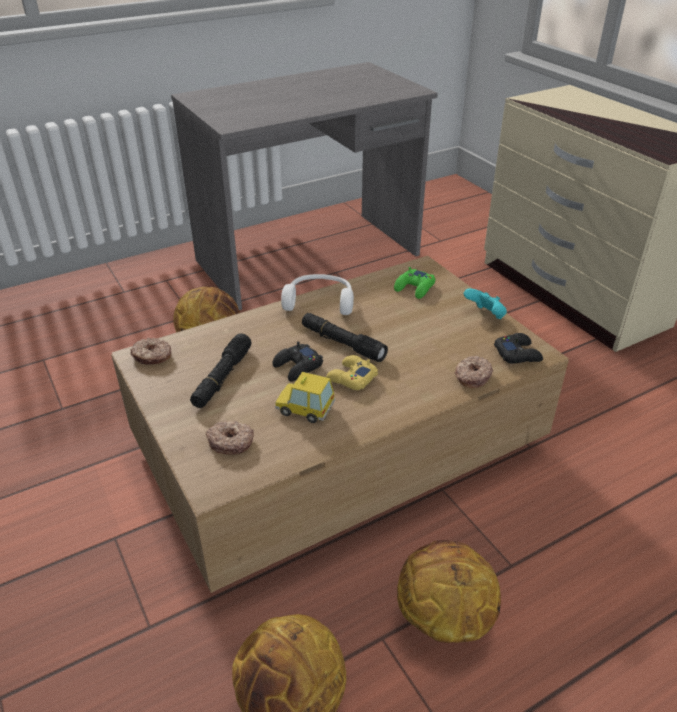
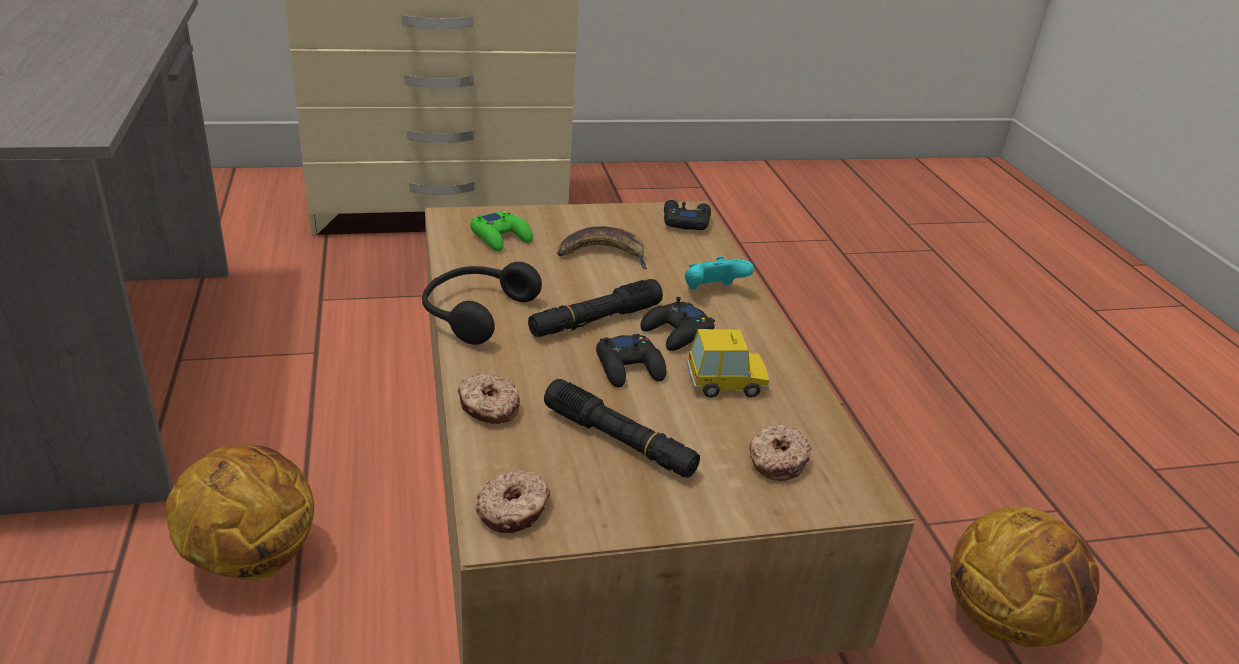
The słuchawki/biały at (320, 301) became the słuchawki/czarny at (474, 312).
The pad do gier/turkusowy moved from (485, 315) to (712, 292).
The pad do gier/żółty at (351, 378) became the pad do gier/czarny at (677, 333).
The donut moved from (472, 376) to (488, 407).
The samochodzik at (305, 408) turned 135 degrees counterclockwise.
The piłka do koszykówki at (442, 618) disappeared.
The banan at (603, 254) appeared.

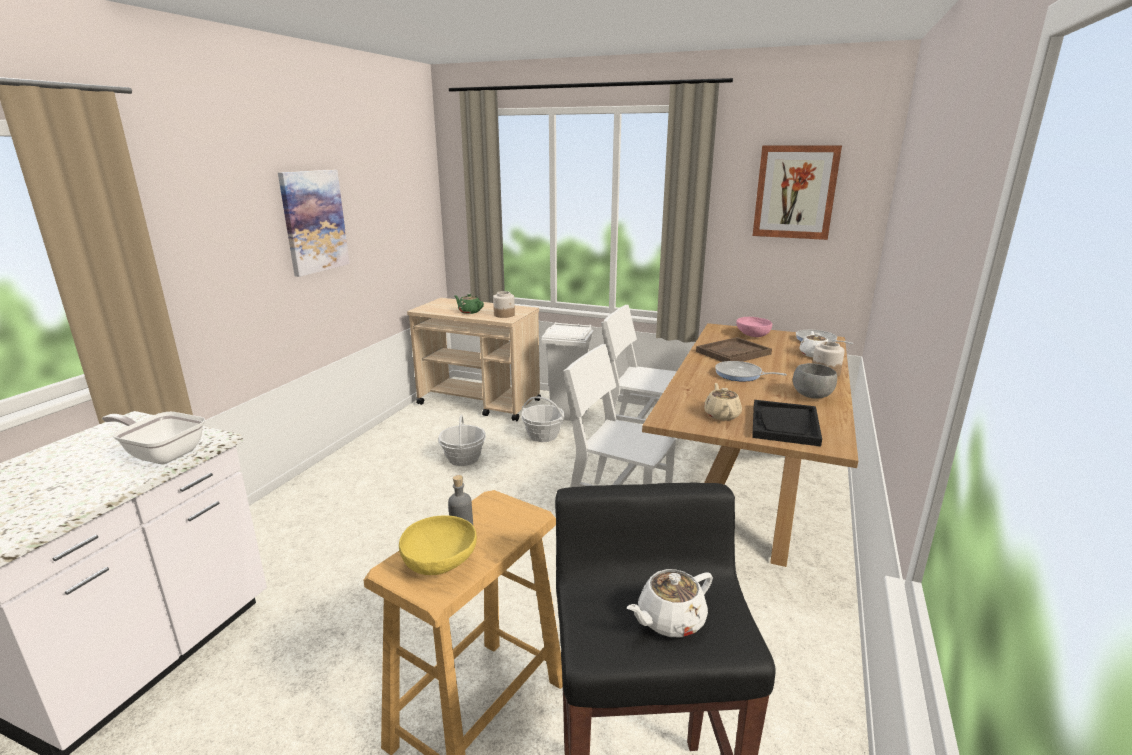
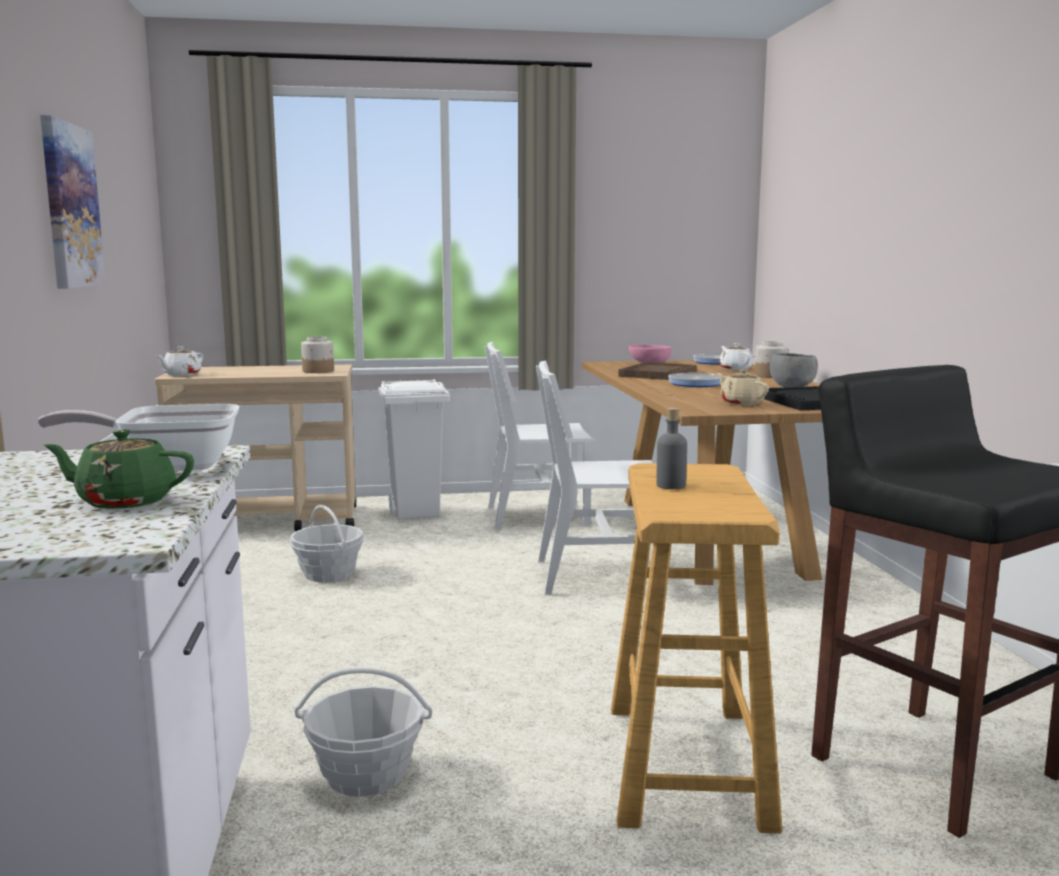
The obraz at (795, 192) disappeared.
The imbryk/zielony moved from (469, 311) to (124, 501).
The koszyk moved from (543, 435) to (366, 774).
The miska/żółty at (440, 564) disappeared.
The imbryk/biały moved from (669, 620) to (181, 375).

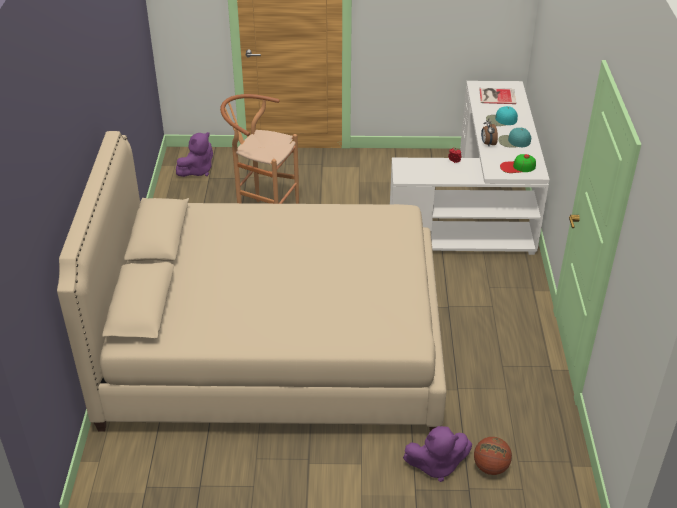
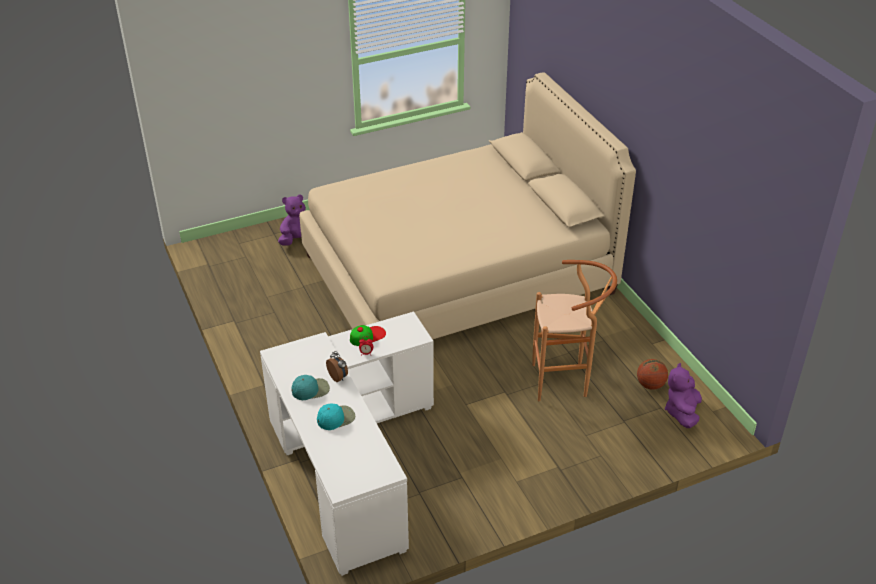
The książka at (496, 96) disappeared.
The czapka z daszkiem moved from (517, 167) to (367, 336).
The piłka do koszykówki moved from (490, 467) to (650, 385).

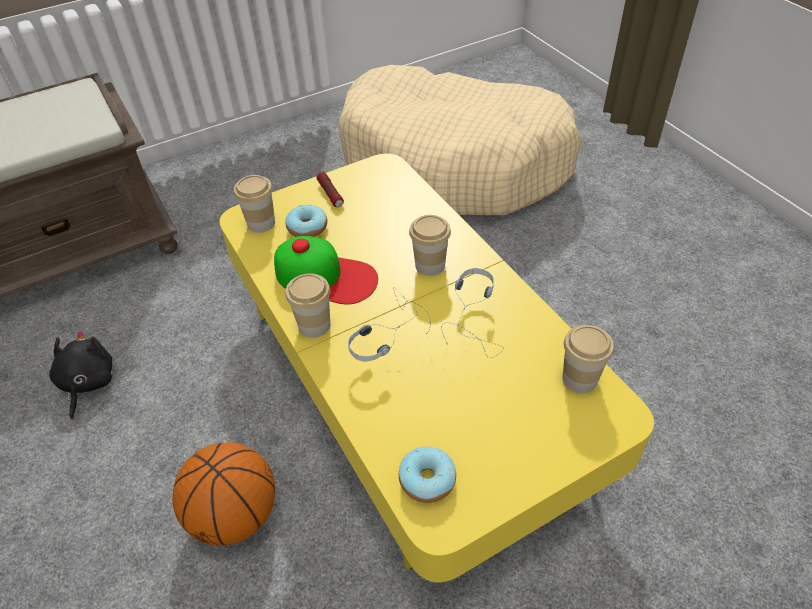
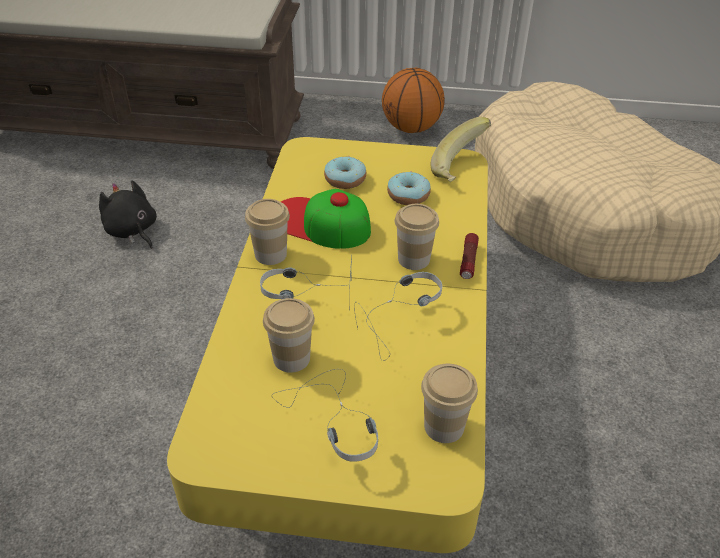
The latarka moved from (330, 194) to (468, 261).
The filiżanka moved from (261, 223) to (291, 358).
The czapka z daszkiem at (326, 276) turned 150 degrees clockwise.
The pluszak/czarny at (87, 383) turned 75 degrees counterclockwise.
The piłka do koszykówki moved from (235, 515) to (411, 128).
The donut moved from (427, 480) to (408, 195).
The banan at (461, 169) appeared.
The słuchawki at (327, 440) appeared.

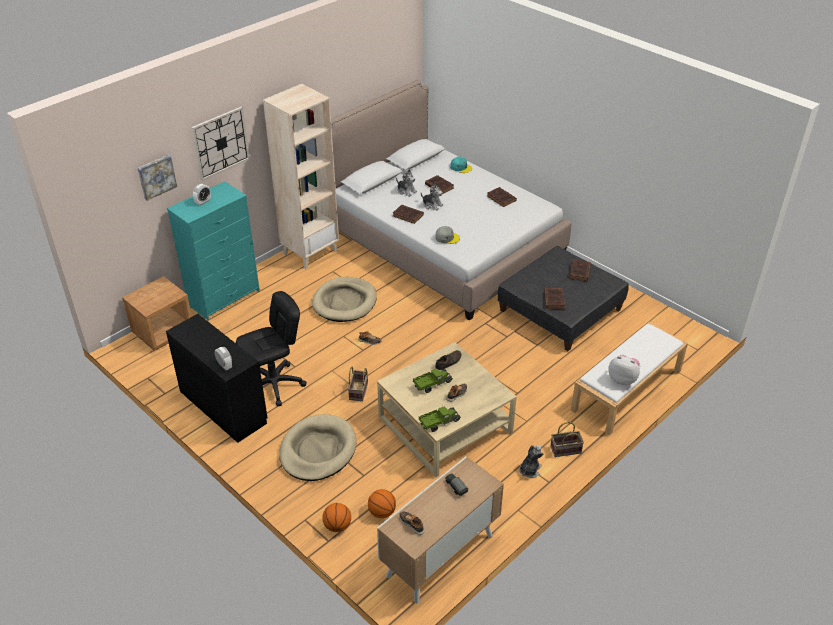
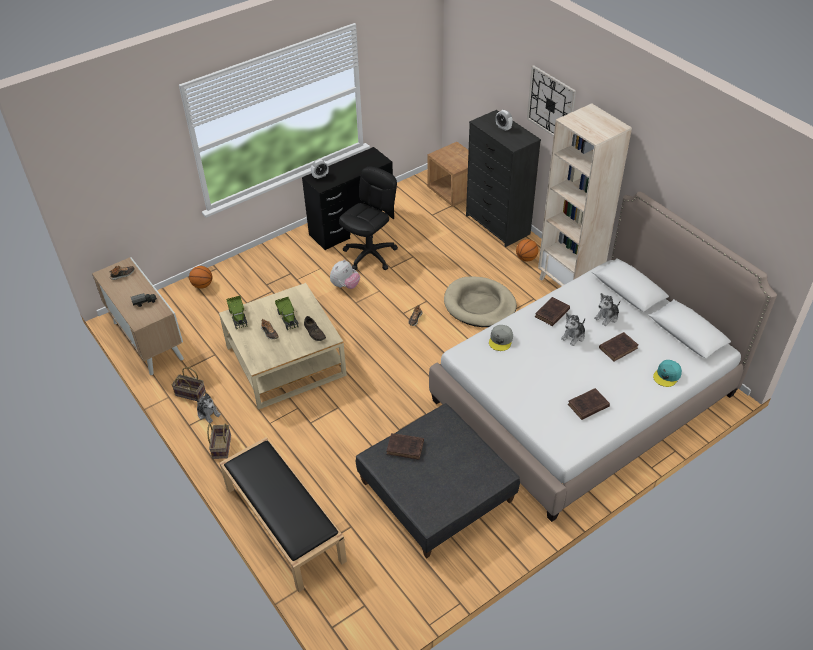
The obraz at (156, 176) disappeared.
The komoda/turkusowy at (224, 297) became the komoda/czarny at (498, 225).
The książka/brązowy at (579, 272) disappeared.
The krzesło biurowe/czarny at (274, 384) turned 120 degrees counterclockwise.
The ławka/biały at (626, 391) became the ławka/czarny at (283, 523).
The pluszak moved from (622, 379) to (345, 285).
The koszyk moved from (359, 392) to (189, 393).
The legowisko/beżowy at (318, 450) disappeared.
The piłka do koszykówki moved from (382, 512) to (526, 258).

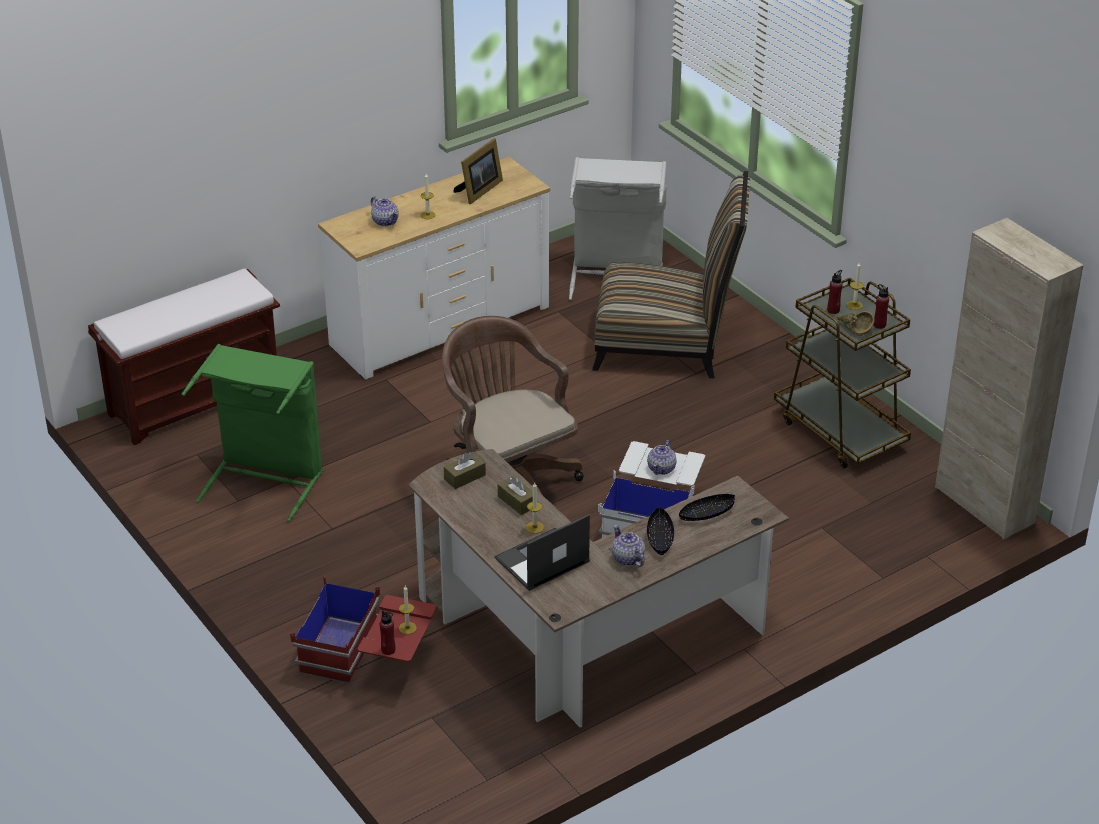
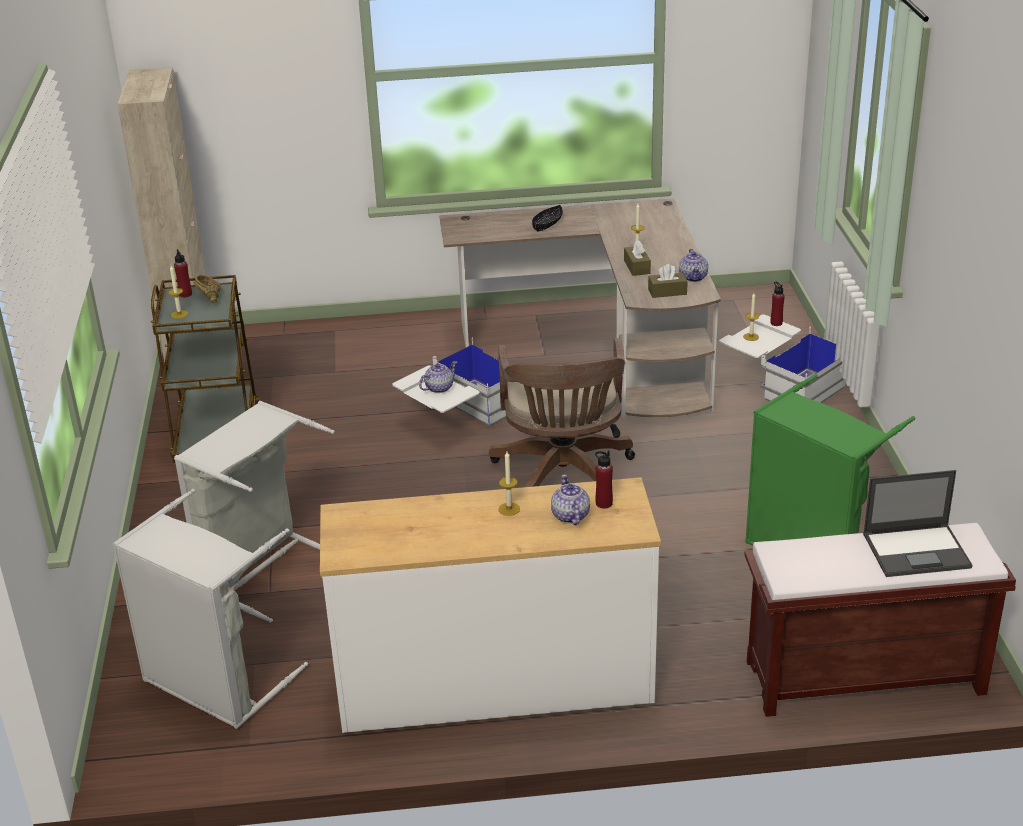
The ramka na zdjęcie at (478, 191) disappeared.
The krzesło at (667, 344) was replaced by the kosz na pranie/szary at (263, 570).
The butelka/czerwony moved from (833, 310) to (603, 503).
The miska/czarny at (706, 514) disappeared.
The laptop moved from (541, 560) to (917, 550).
The imbryk moved from (628, 559) to (693, 277).
The pojemnik do przechowywania/czerwony at (368, 657) became the pojemnik do przechowywania/biały at (781, 383).

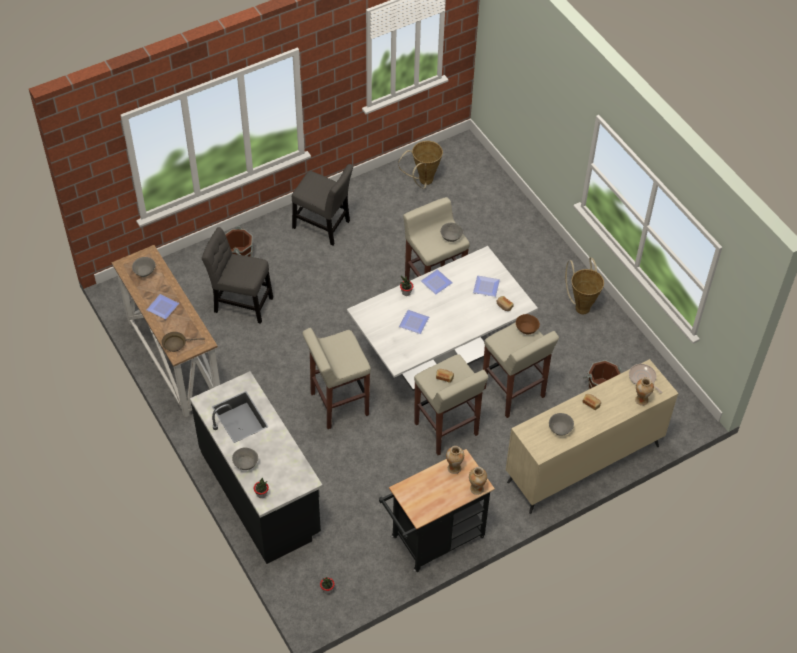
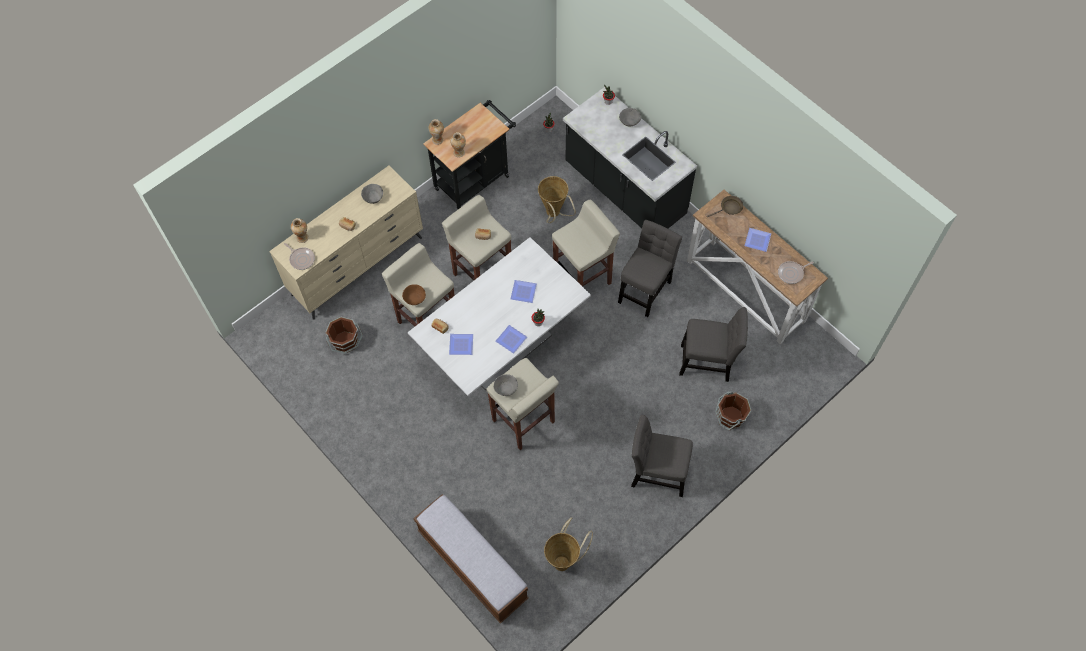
The miska/szary at (144, 272) was replaced by the patelnia at (791, 273).
The koszyk moved from (581, 305) to (554, 214).
The krzesło/szary at (645, 289) appeared.
The ławka at (472, 565) appeared.

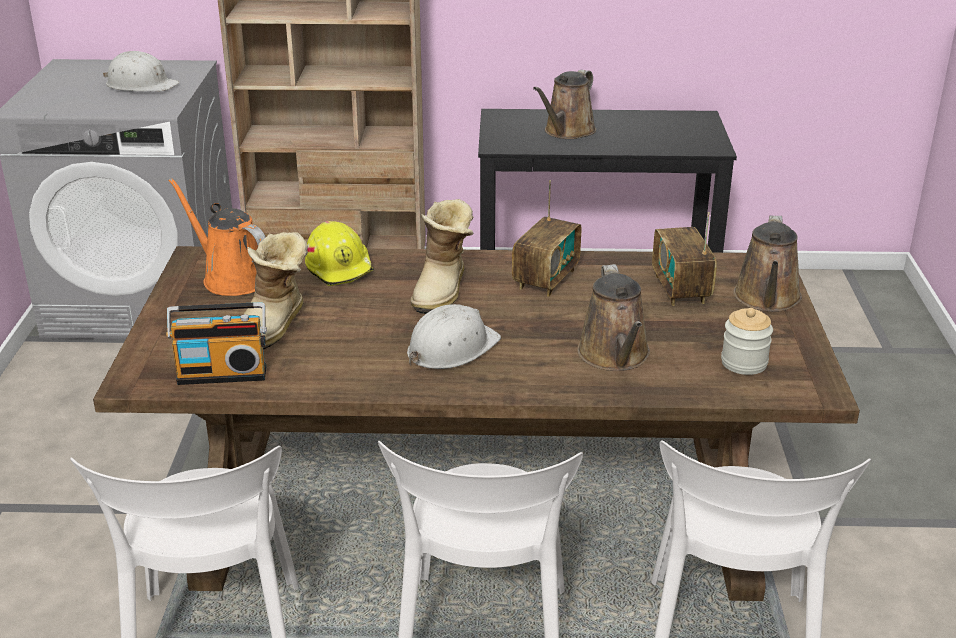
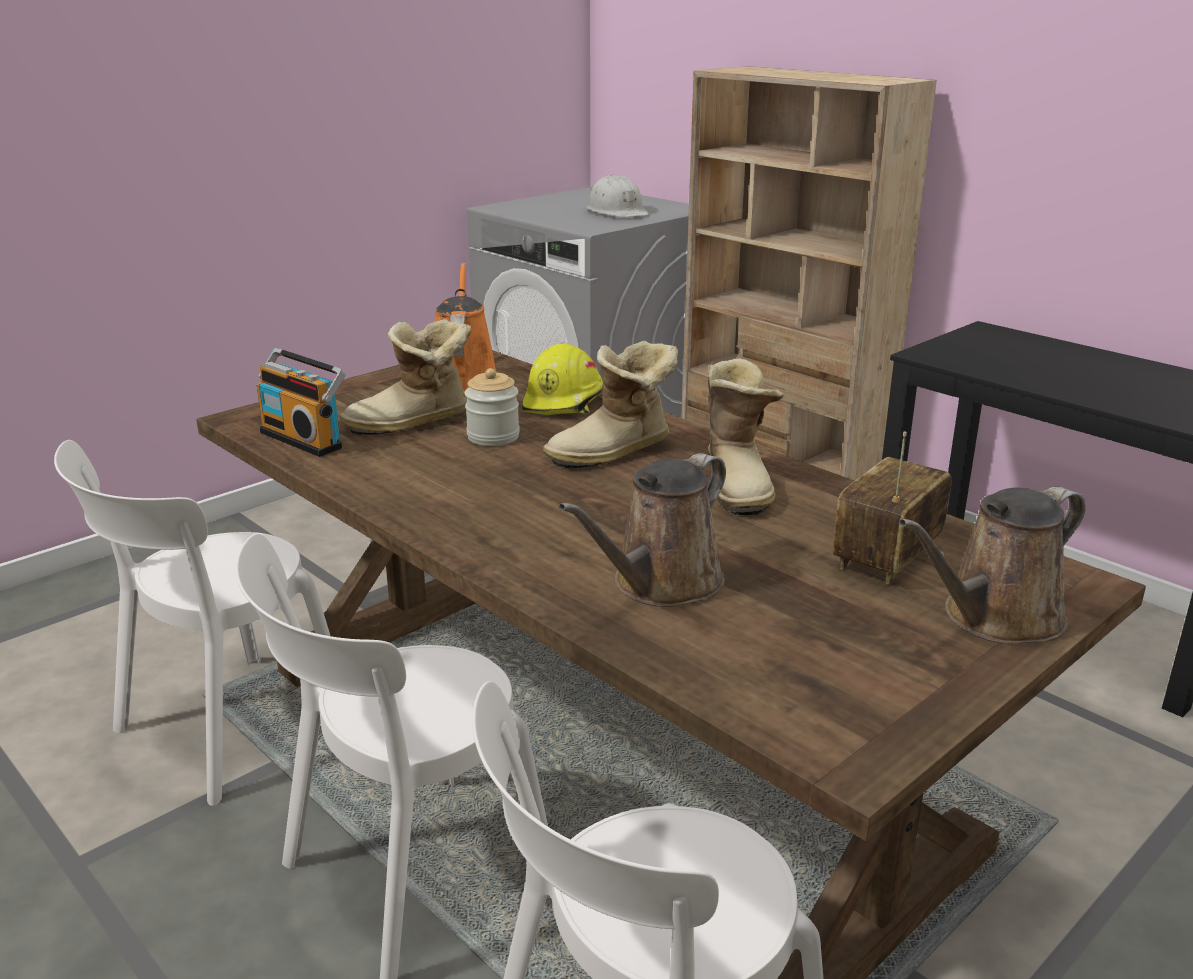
The konewka/brązowy at (567, 132) disappeared.
The radio at (546, 279) was replaced by the but z cholewką at (740, 484).
The kask/biały at (451, 348) disappeared.
The słoik moved from (744, 363) to (493, 436).

